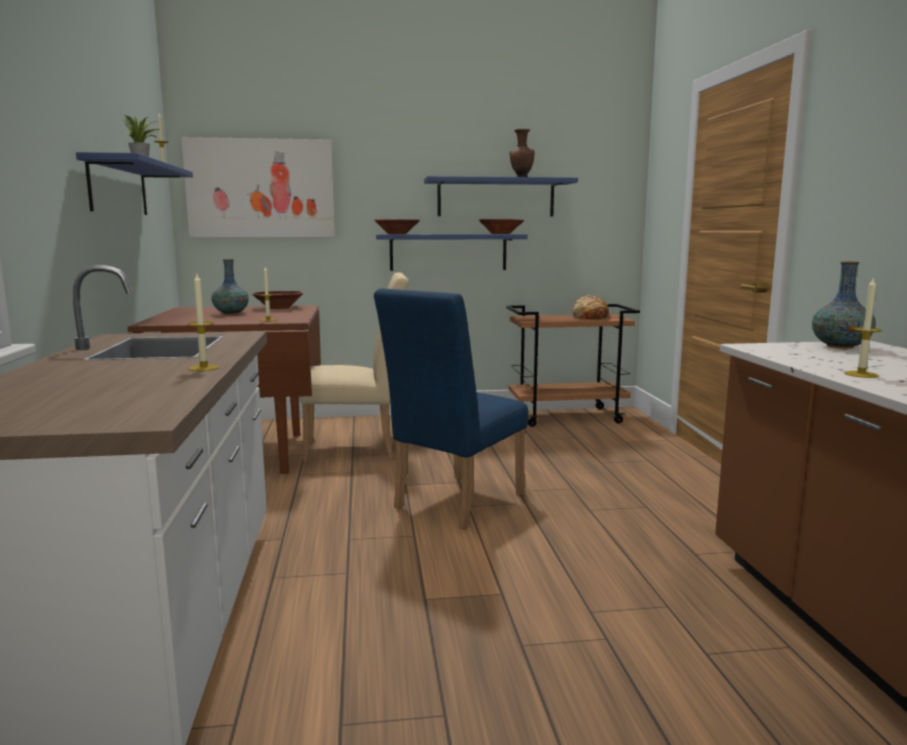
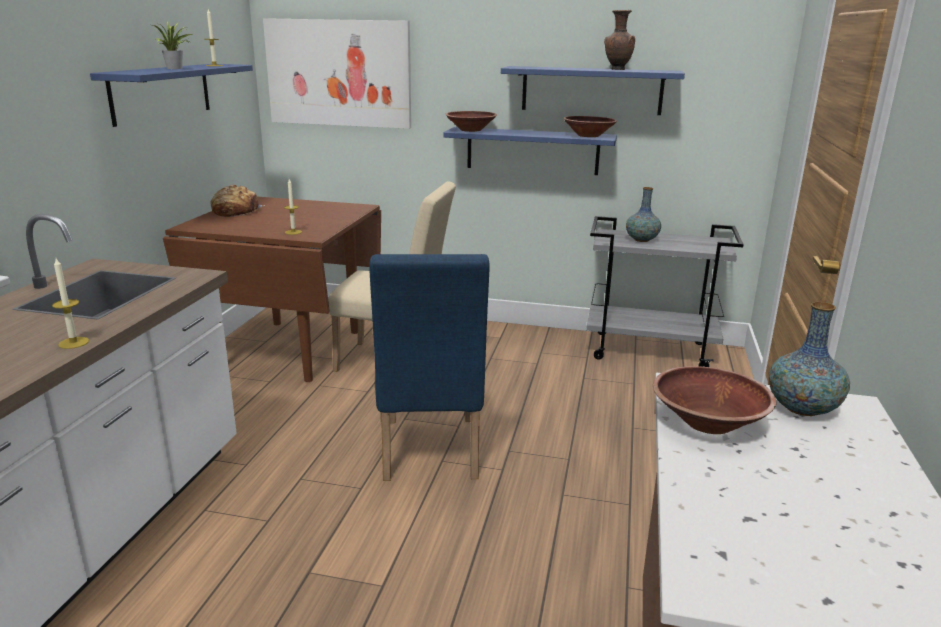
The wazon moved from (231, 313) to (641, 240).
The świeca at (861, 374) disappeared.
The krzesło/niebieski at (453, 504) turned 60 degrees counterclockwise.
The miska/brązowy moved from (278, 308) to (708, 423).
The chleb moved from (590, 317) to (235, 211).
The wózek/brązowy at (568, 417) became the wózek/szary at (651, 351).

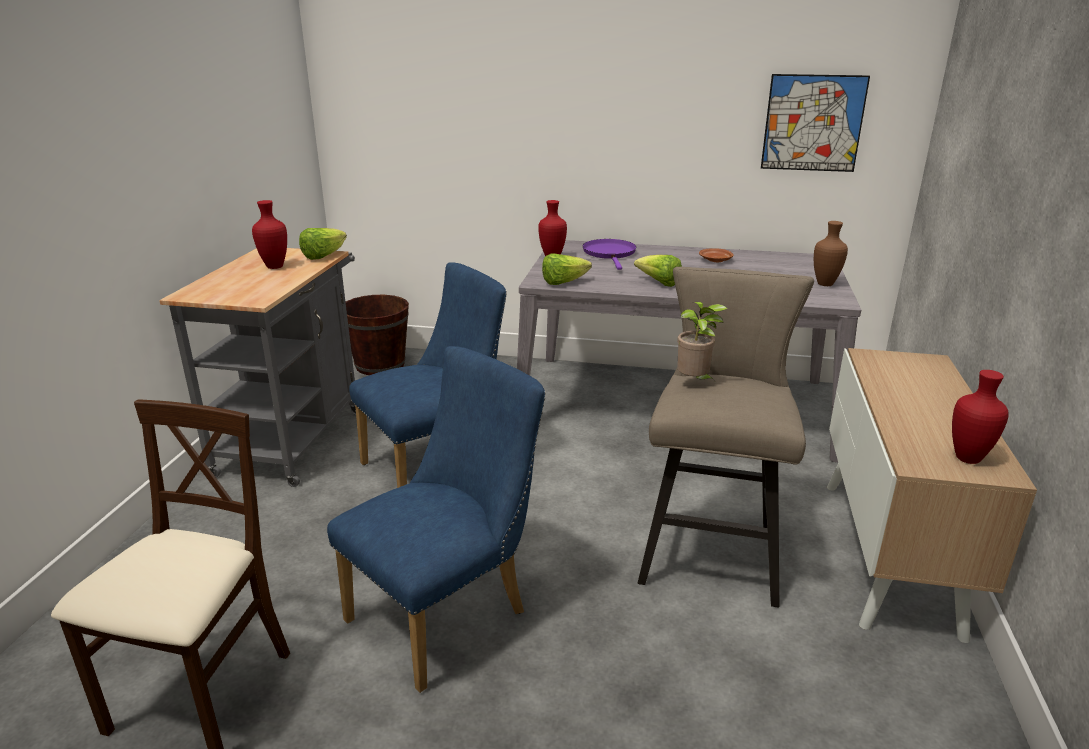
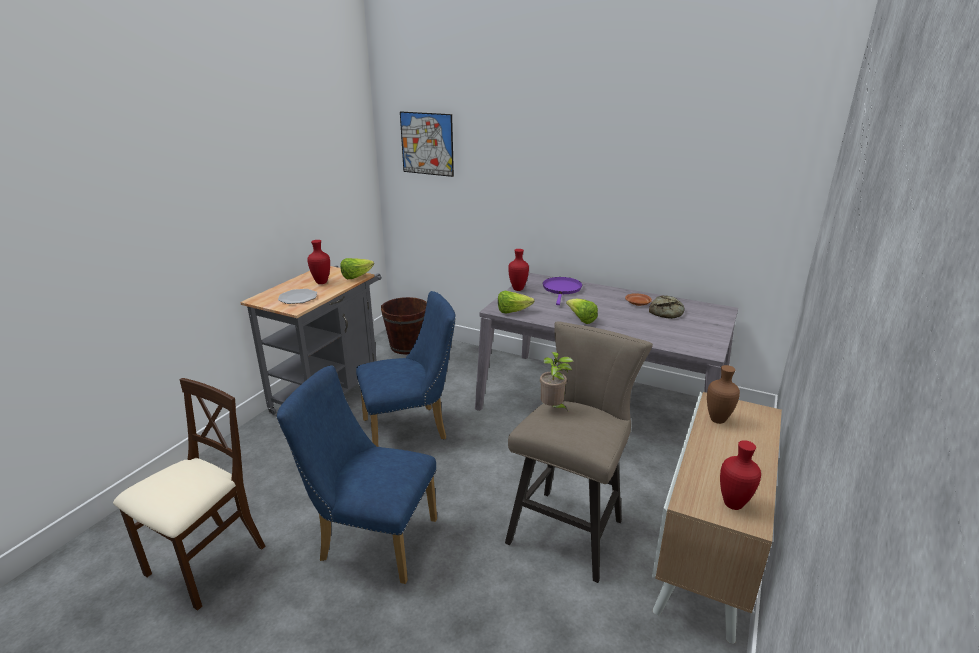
The obraz moved from (813, 123) to (427, 144).
The wazon/brązowy moved from (826, 284) to (718, 420).
The krzesło/niebieski at (448, 613) turned 135 degrees counterclockwise.
The talerz at (298, 297) appeared.
The chleb at (667, 312) appeared.

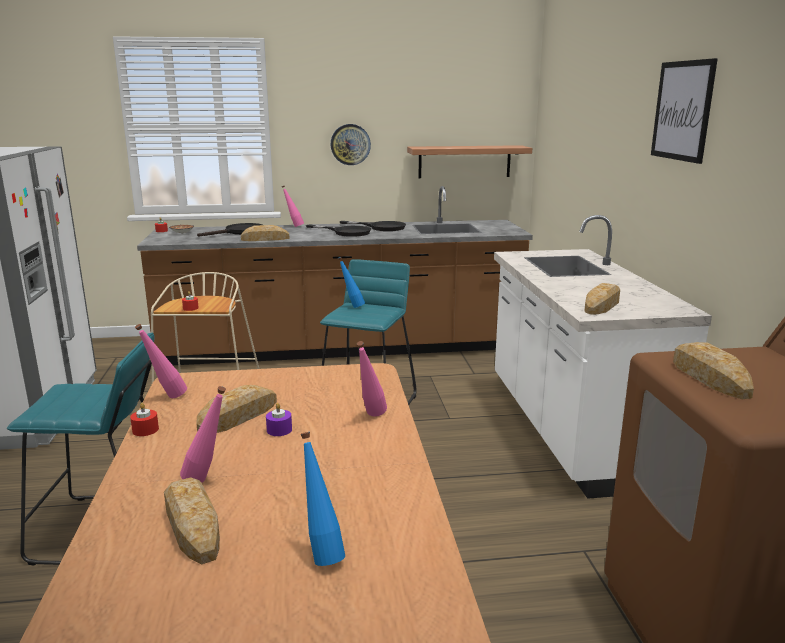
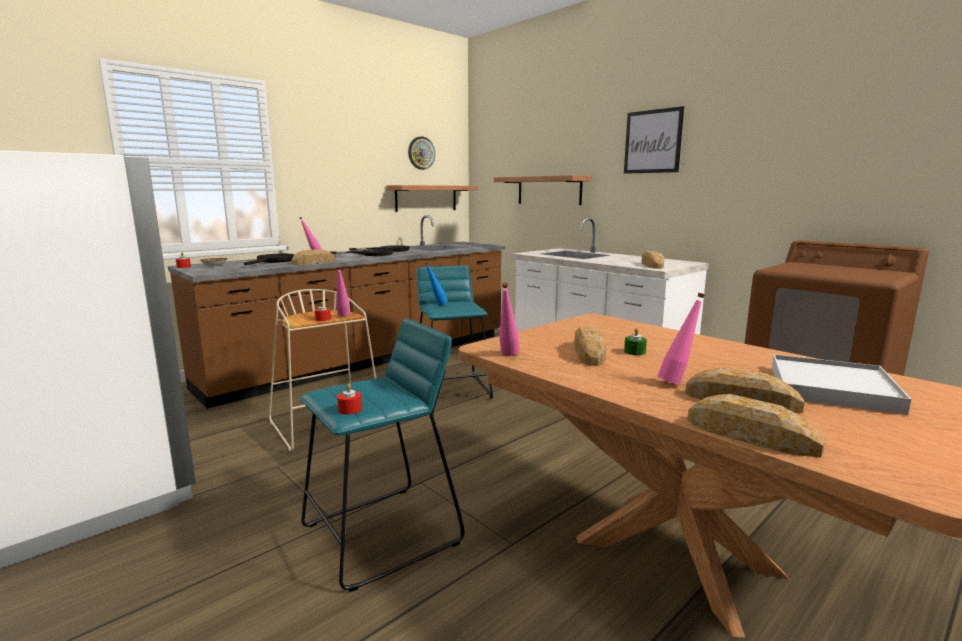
The zegar ścienny moved from (350, 144) to (421, 153).
The butelka/różowy moved from (370, 417) to (343, 317).
The chleb moved from (709, 377) to (750, 435).
The świeca/czerwony moved from (145, 430) to (350, 409).
The świeca/fioletowy at (279, 430) became the świeca/zielony at (634, 352).
The butelka/niebieski at (322, 553) was replaced by the taca/biały at (831, 388).
The półka at (549, 190) appeared.

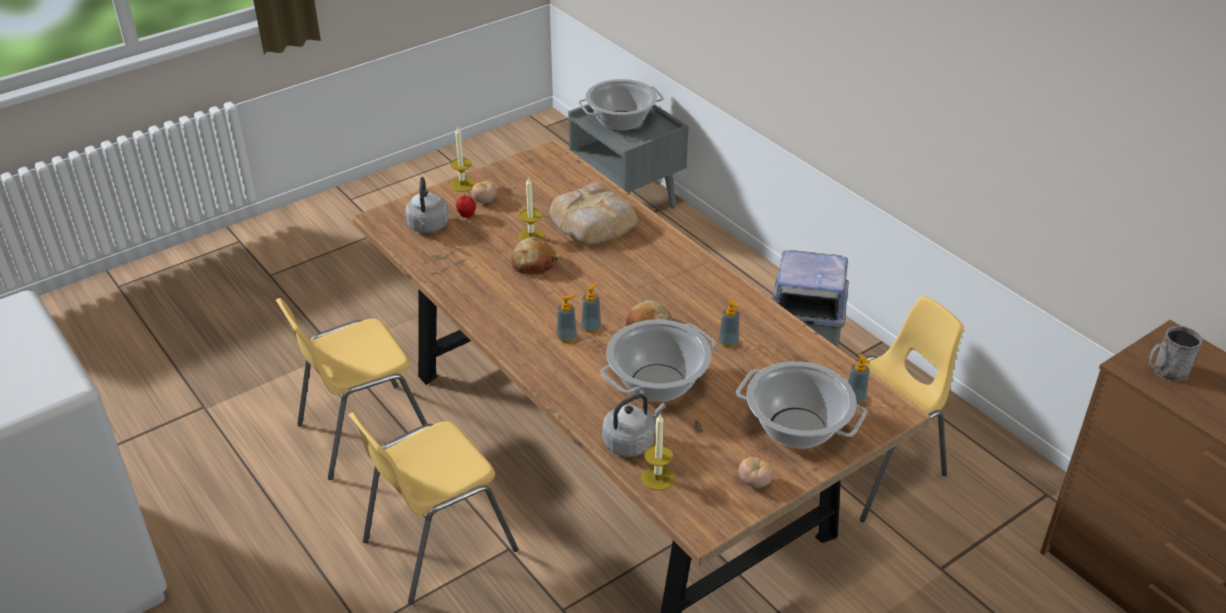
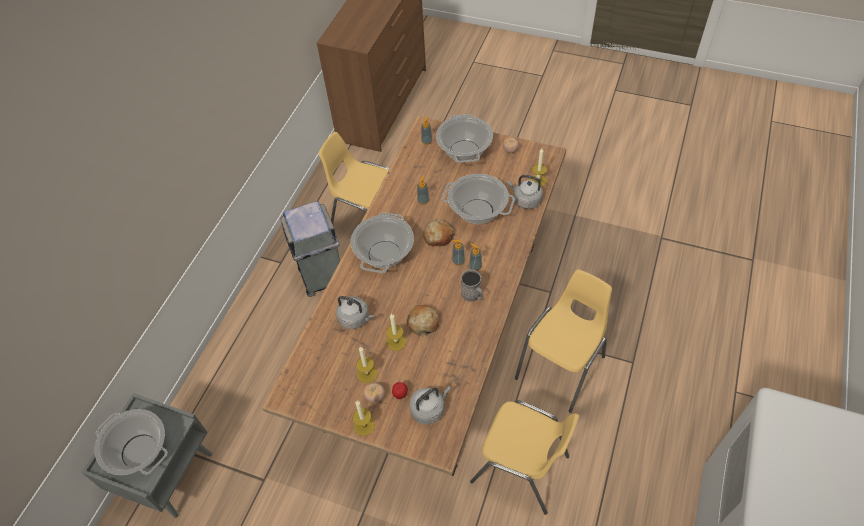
The chleb at (593, 221) was replaced by the czajnik/szary at (355, 319).
The kubek/szary moved from (1165, 371) to (473, 295).
The krzesło/żółty at (437, 545) turned 75 degrees counterclockwise.
The garnek at (384, 254) appeared.
The świeca at (367, 373) appeared.

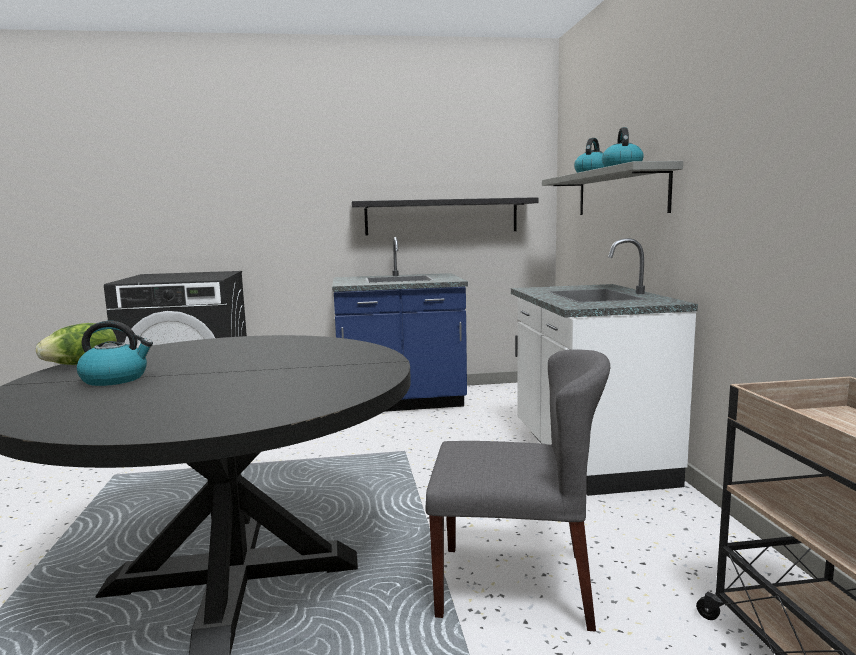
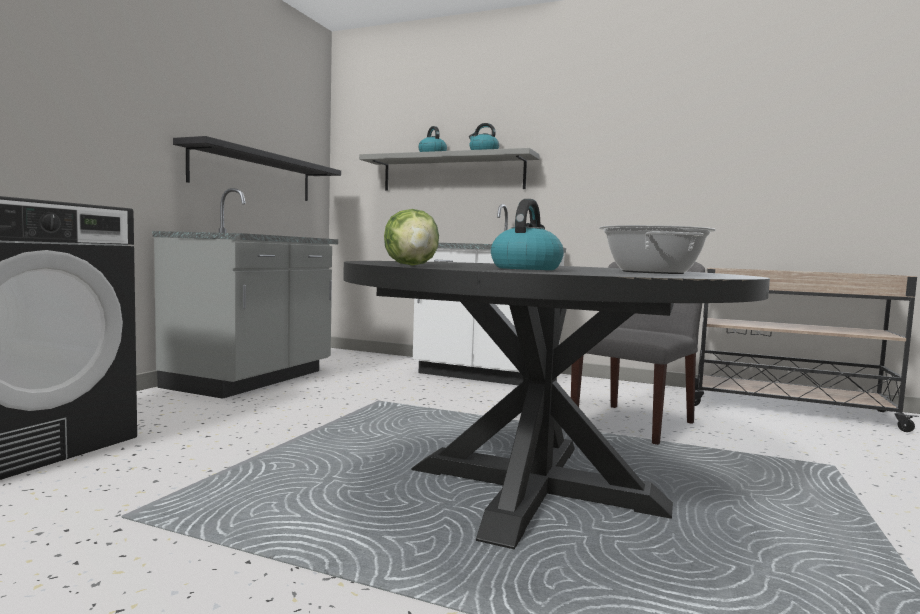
The zabudowa kuchenna/niebieski at (400, 402) became the zabudowa kuchenna/szary at (252, 379).
The garnek at (652, 272) appeared.

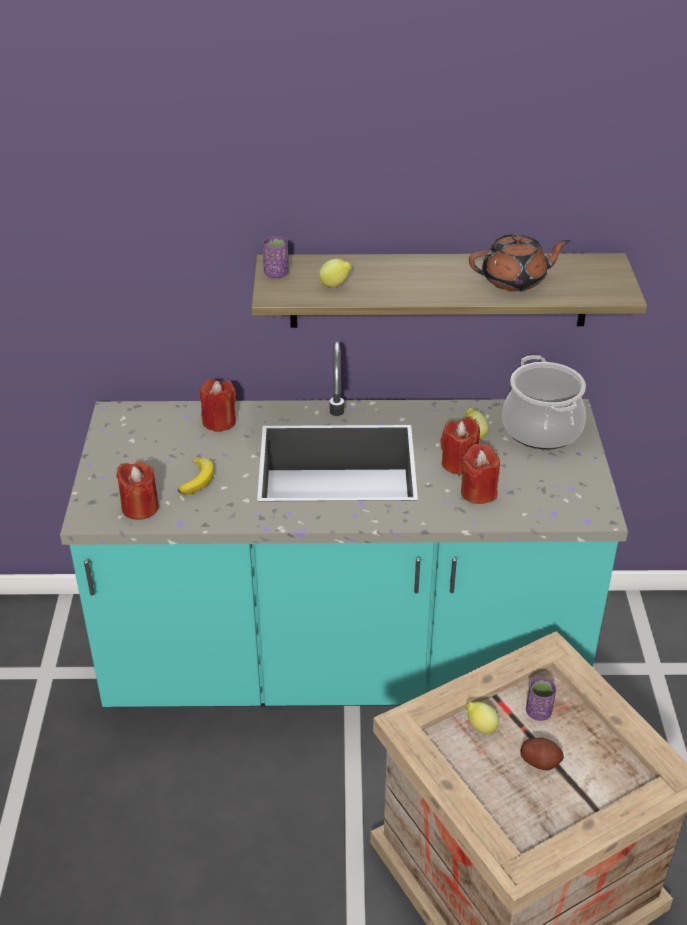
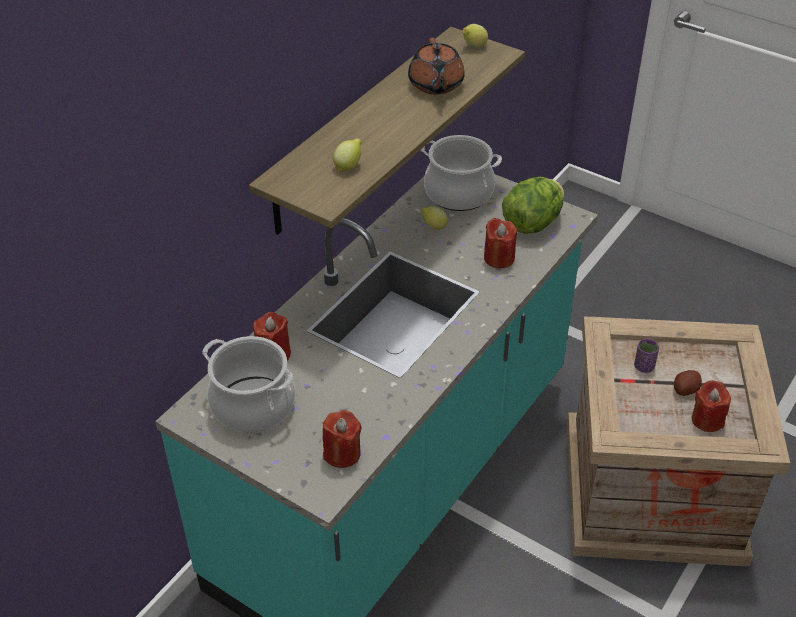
The imbryk/brązowy at (515, 280) turned 150 degrees clockwise.
The filiżanka/fioletowy at (276, 274) disappeared.
The świeca/czerwony moved from (459, 463) to (707, 420).
The banan at (198, 479) disappeared.
The cytryna moved from (480, 727) to (474, 46).
The sałata at (532, 223) appeared.
The garnek at (253, 404) appeared.

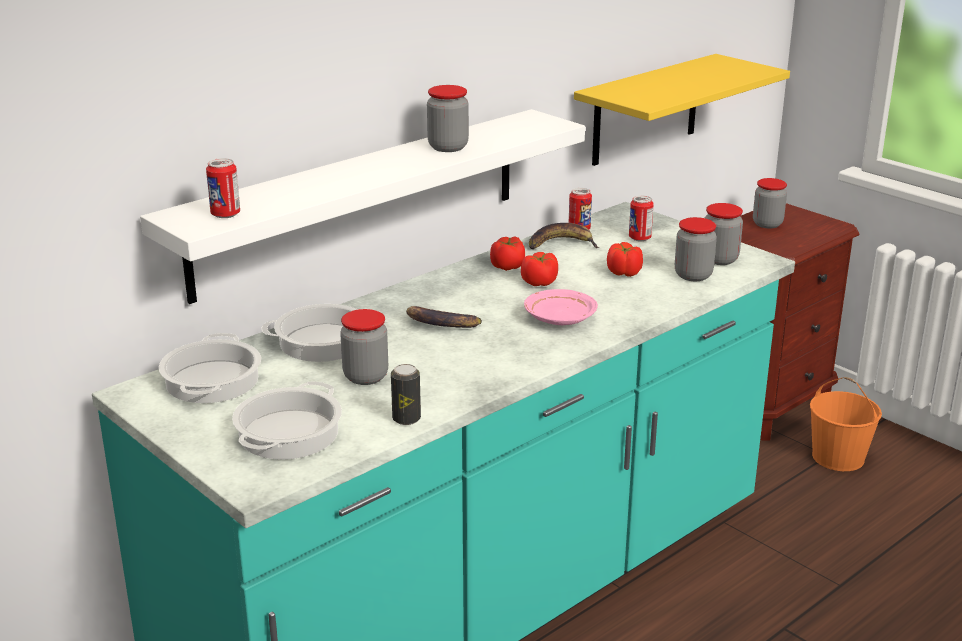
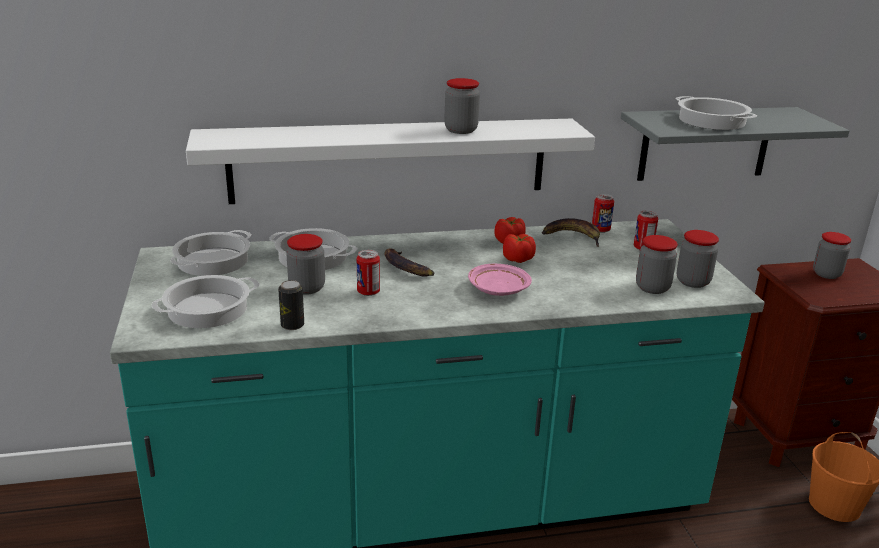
The półka/żółty at (646, 110) became the półka/szary at (705, 143).
The puszka moved from (225, 214) to (368, 292).
The pomidor at (624, 273) disappeared.
The garnek at (711, 121) appeared.

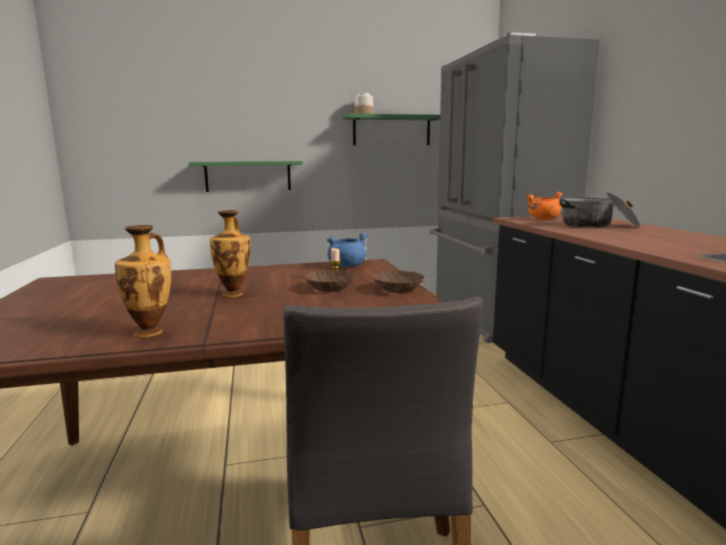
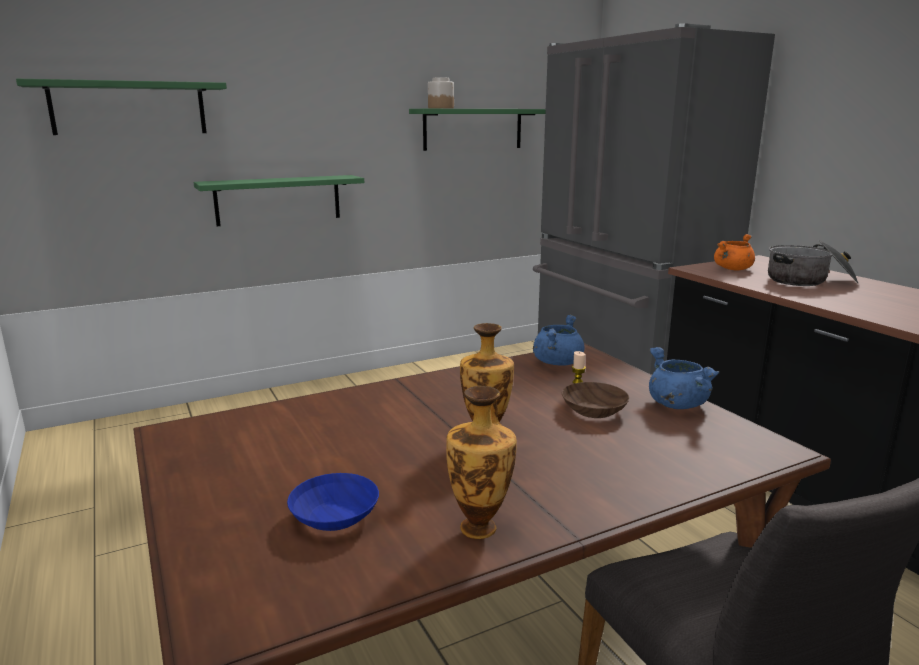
The miska/brązowy at (397, 289) was replaced by the garnek/niebieski at (675, 404).
The półka/zielony at (129, 108) appeared.
The miska/niebieski at (336, 517) appeared.

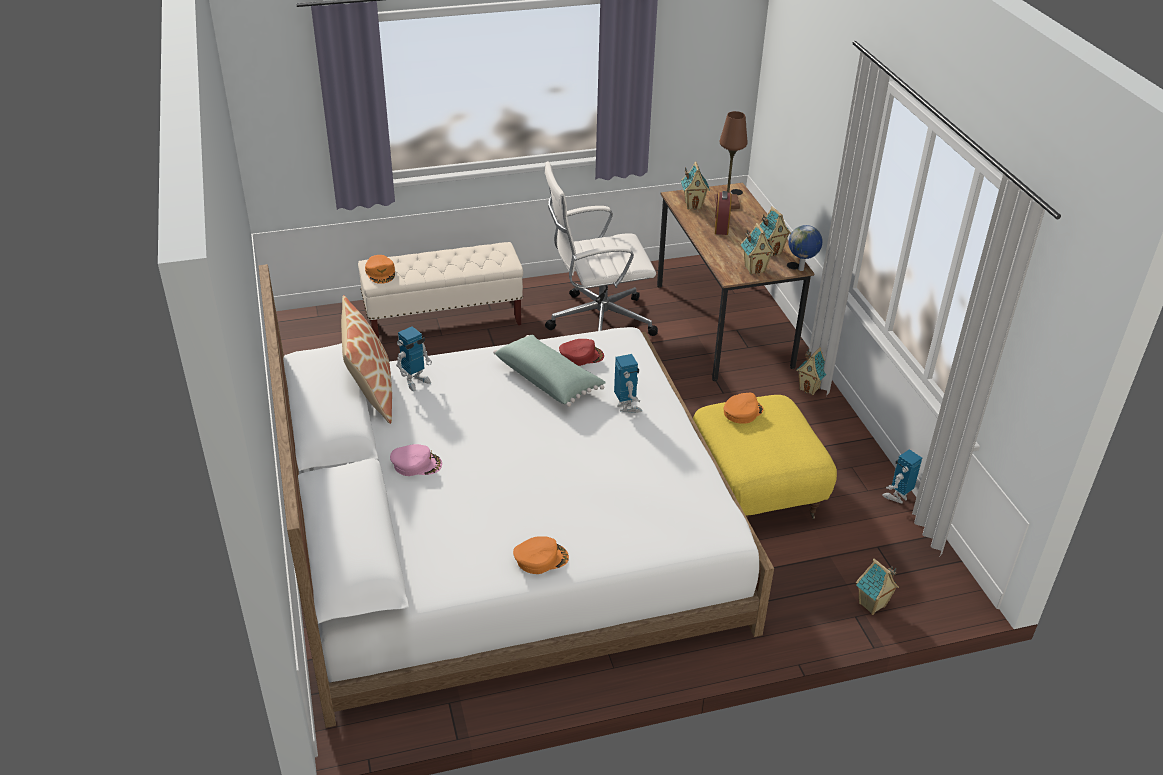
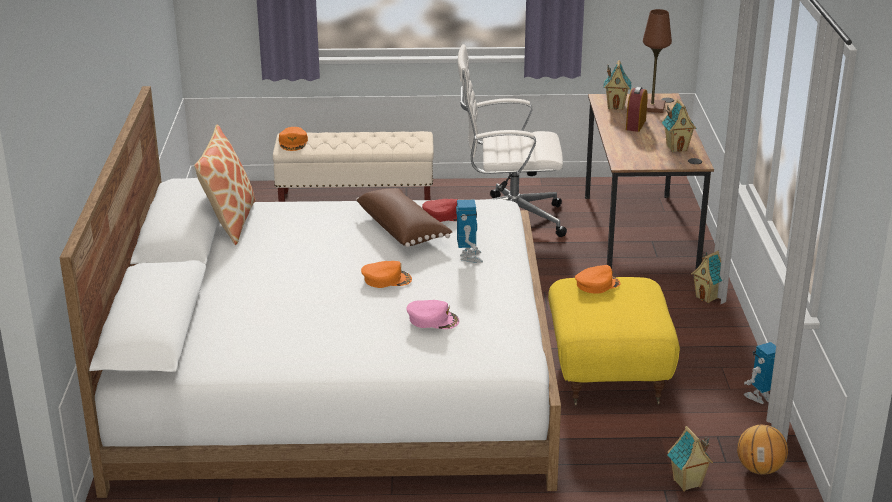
The domek at (754, 269) disappeared.
The globus at (801, 269) disappeared.
The robot zabawkowy at (415, 381) disappeared.
The poduszka/zielony at (549, 380) became the poduszka/brązowy at (403, 229).
The czapka z daszkiem/różowy moved from (416, 464) to (433, 319).
The czapka z daszkiem/pomarańczowy moved from (541, 558) to (386, 279).
The piłka do koszykówki at (759, 469) appeared.

